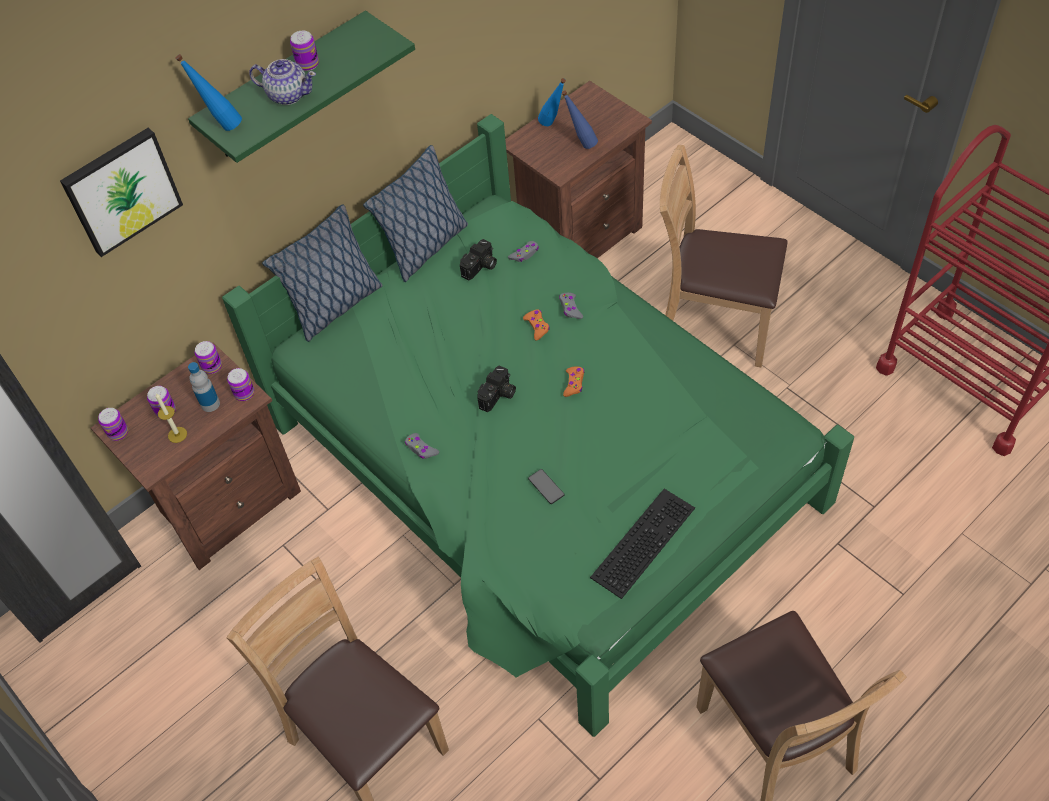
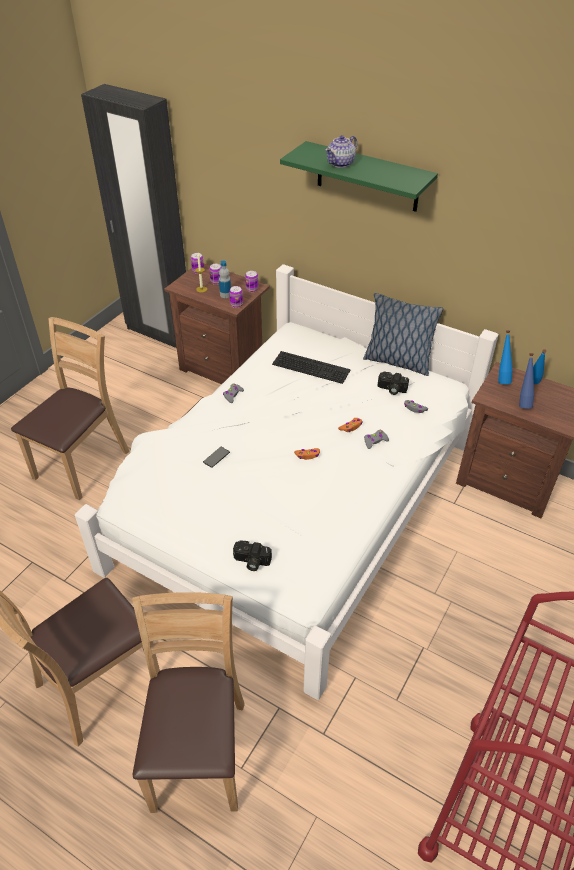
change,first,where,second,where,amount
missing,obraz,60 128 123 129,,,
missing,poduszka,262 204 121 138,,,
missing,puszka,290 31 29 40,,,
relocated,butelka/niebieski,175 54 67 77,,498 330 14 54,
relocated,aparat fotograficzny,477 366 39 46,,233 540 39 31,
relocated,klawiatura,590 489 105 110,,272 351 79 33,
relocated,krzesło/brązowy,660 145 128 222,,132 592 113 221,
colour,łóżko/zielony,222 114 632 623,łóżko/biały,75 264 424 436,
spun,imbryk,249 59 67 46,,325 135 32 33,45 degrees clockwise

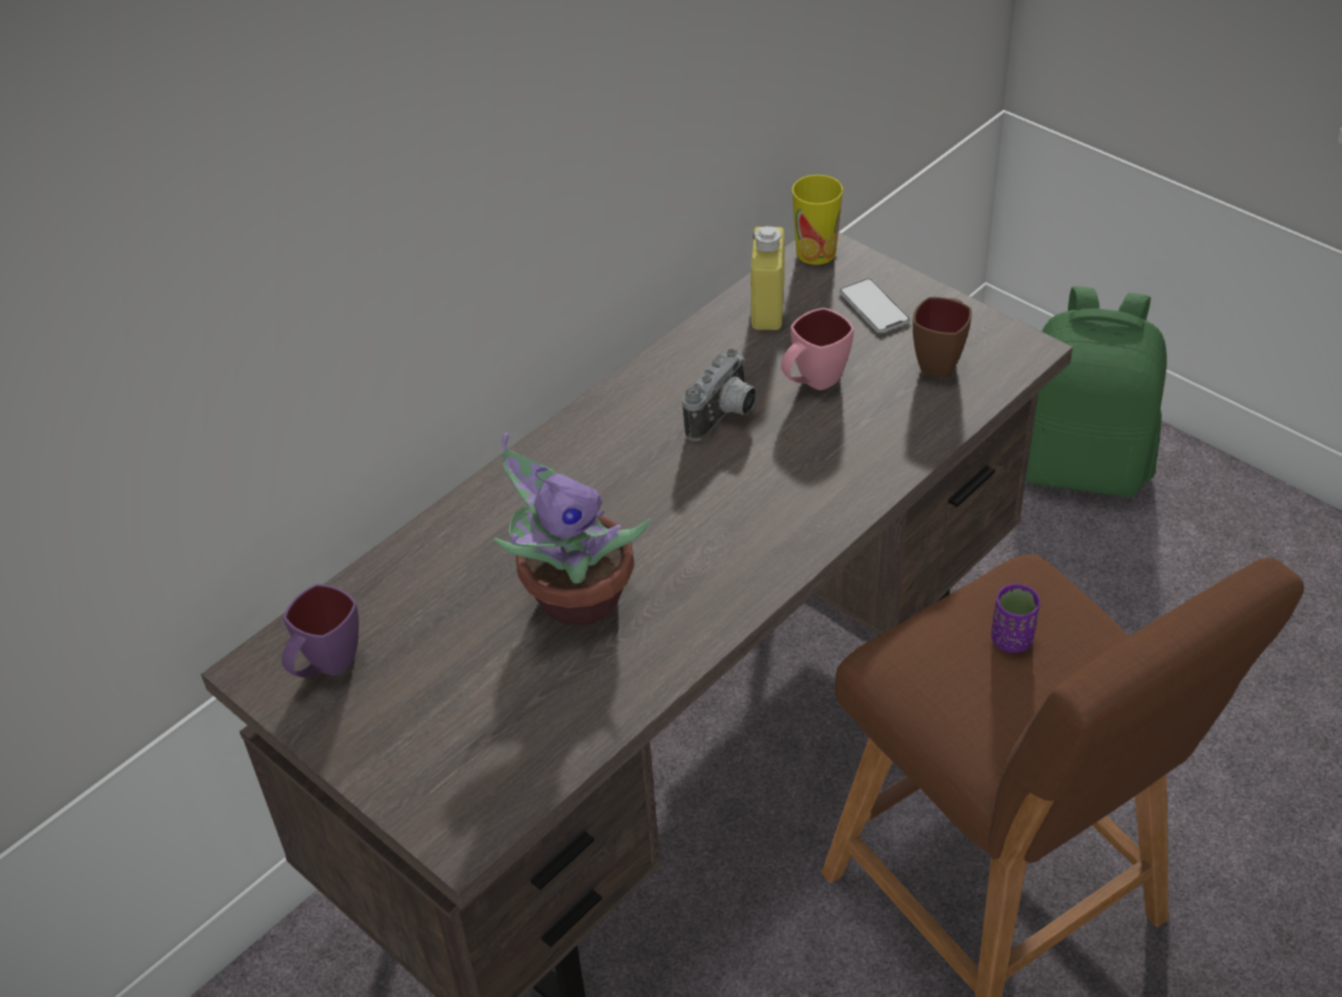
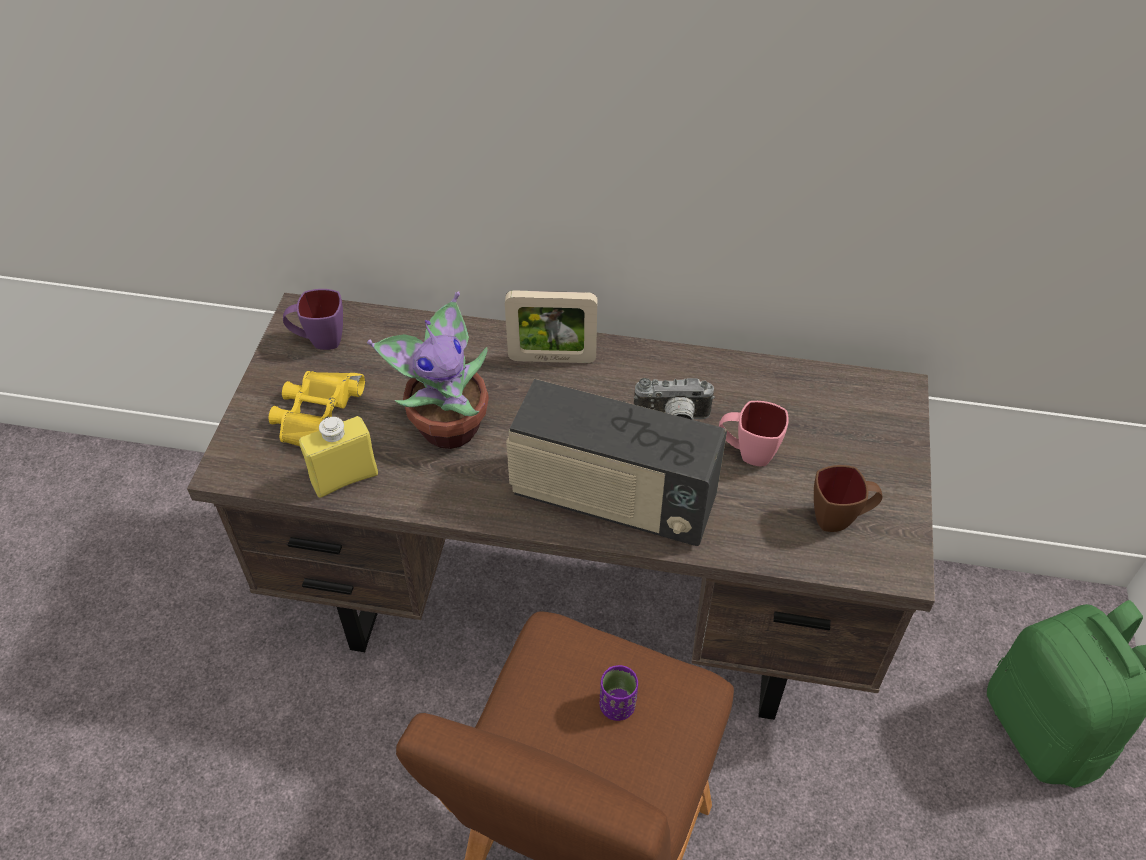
change,first,where,second,where,amount
missing,filiżanka,792 175 51 90,,,
missing,telefon,839 278 72 55,,,
appeared,,,lornetka/żółty,269 371 96 75,
appeared,,,ramka na zdjęcie,505 290 92 73,
appeared,,,radio,506 379 221 167,
relocated,butelka/żółty,751 226 34 104,,299 416 79 82,

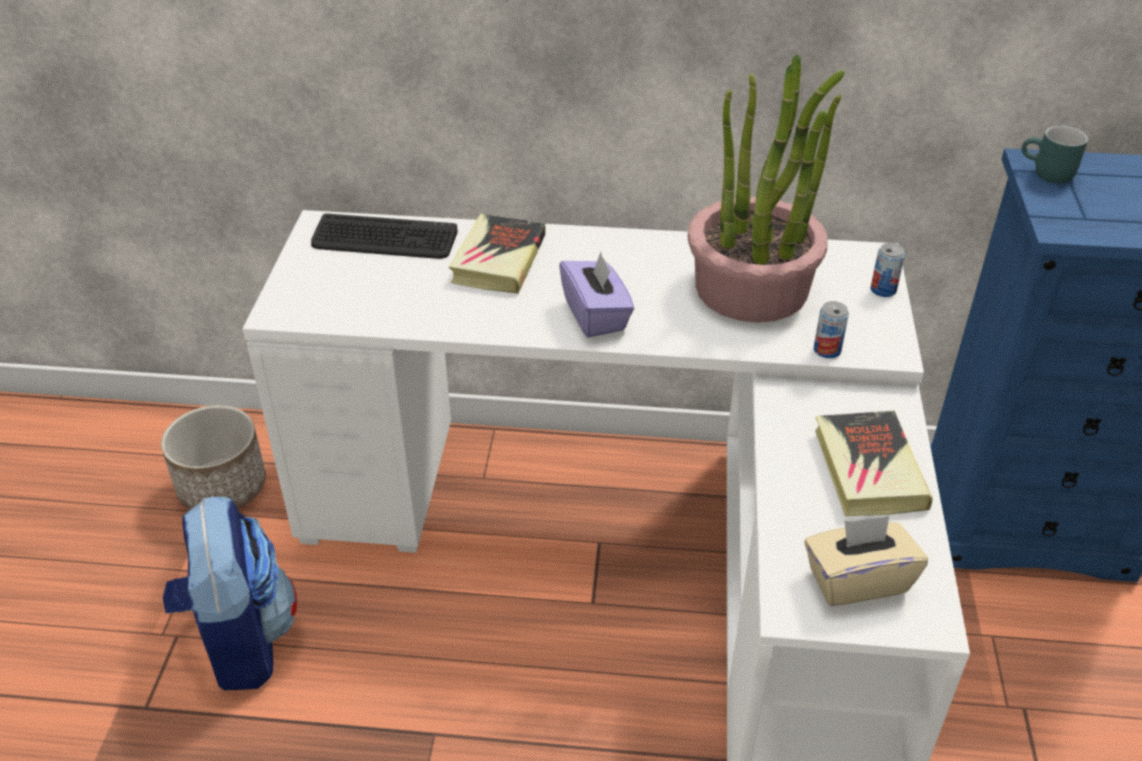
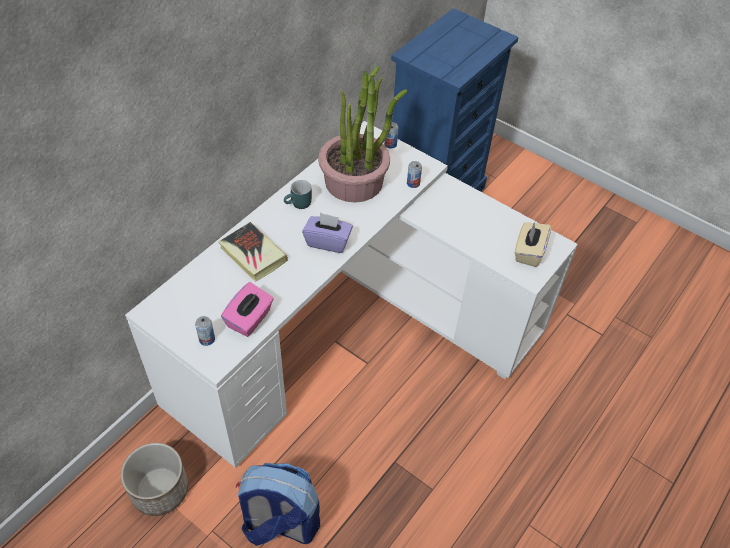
change,first,where,second,where,amount
missing,klawiatura,311 214 147 45,,,
missing,książka,815 411 118 105,,,
appeared,,,puszka,195 316 20 30,
appeared,,,pudełko chusteczek/różowy,221 282 53 55,
relocated,kubek/turkusowy,1022 126 66 58,,284 180 28 29,

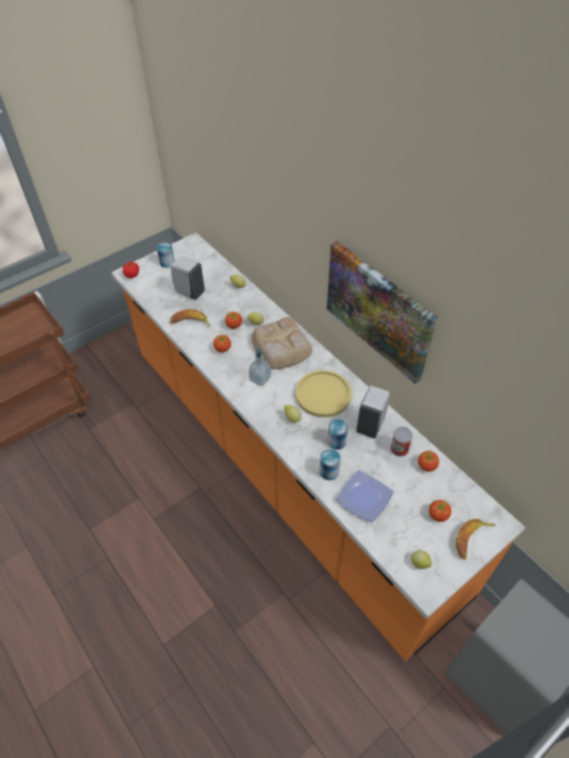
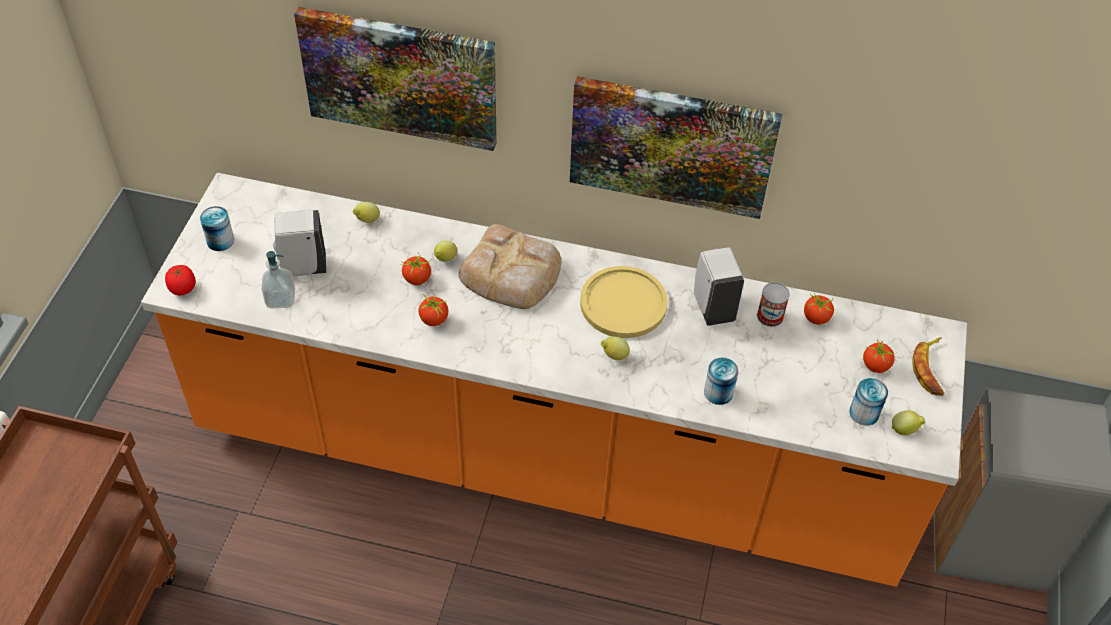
change,first,where,second,where,amount
missing,banan,170 309 41 18,,,
missing,talerz,336 470 57 52,,,
appeared,,,obraz,294 7 203 144,
relocated,dozownik mydła,248 349 23 37,,262 251 33 58,
relocated,puszka,327 419 21 31,,849 378 39 48,

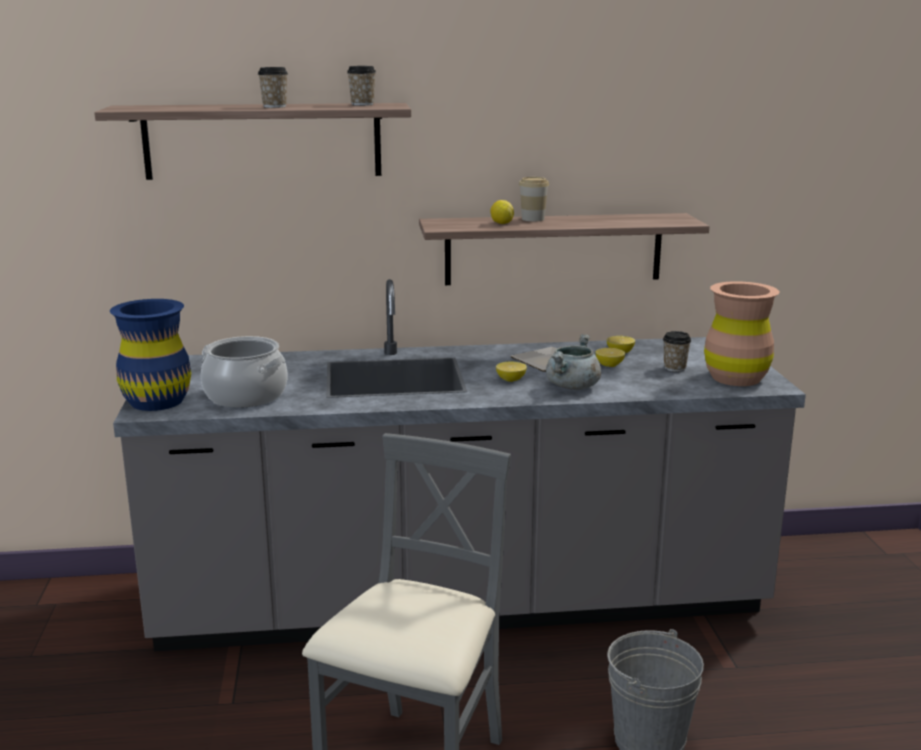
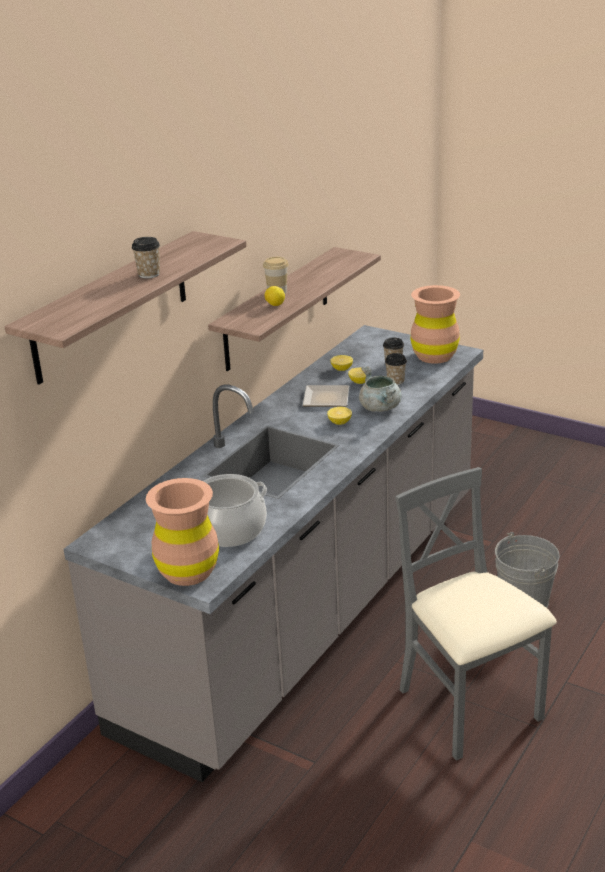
change,first,where,second,where,amount
relocated,filiżanka,347 66 29 40,,385 353 22 32,
colour,wazon/niebieski,110 299 81 112,wazon/brązowy,146 478 73 108,

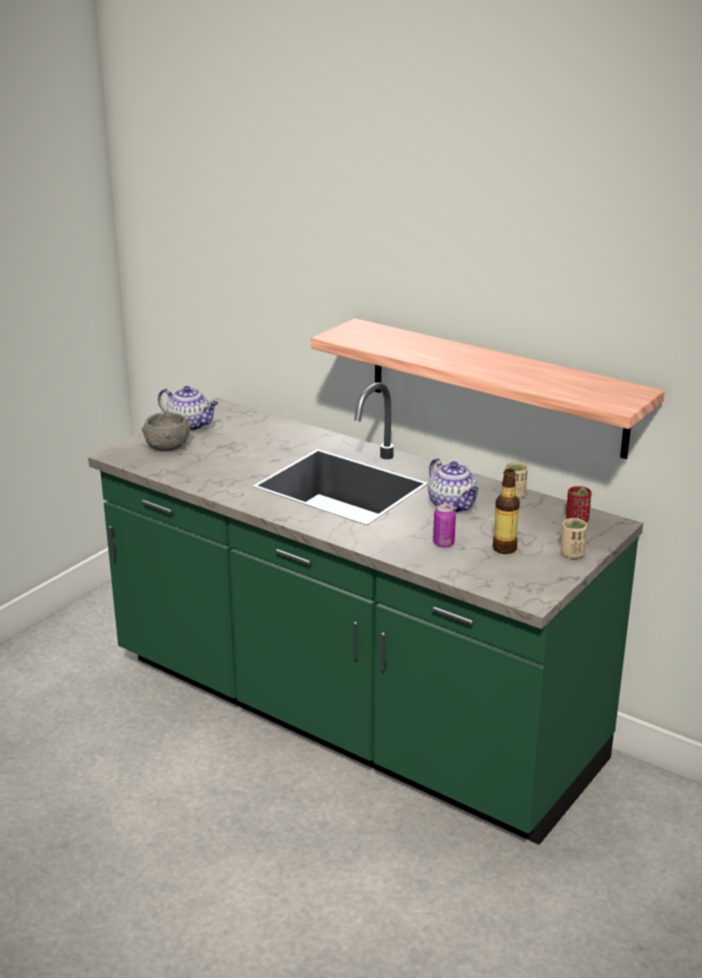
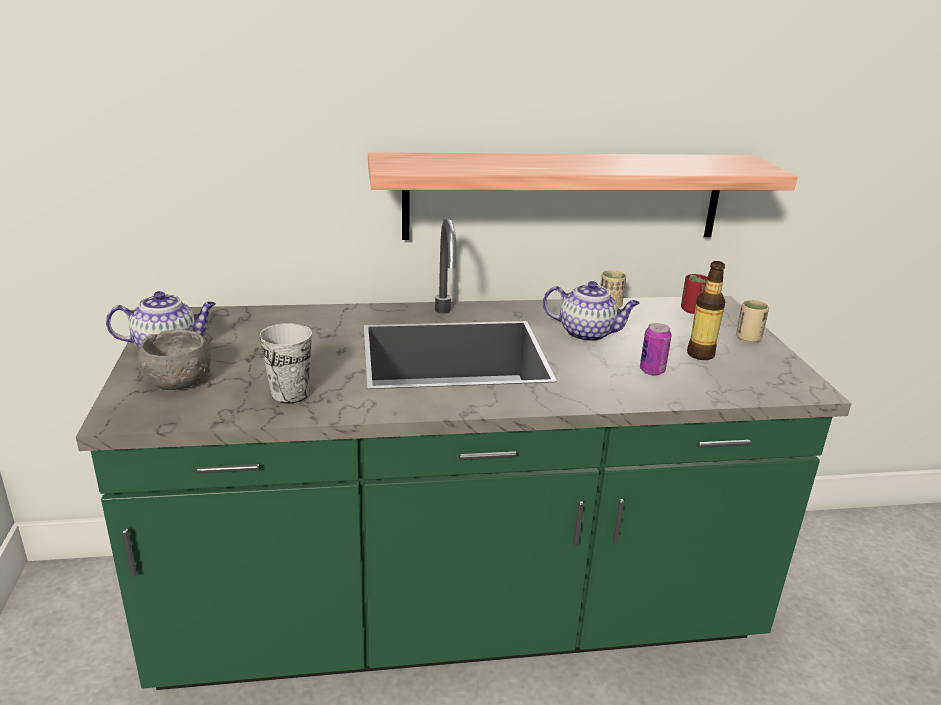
change,first,where,second,where,amount
appeared,,,filiżanka,259 323 53 81,

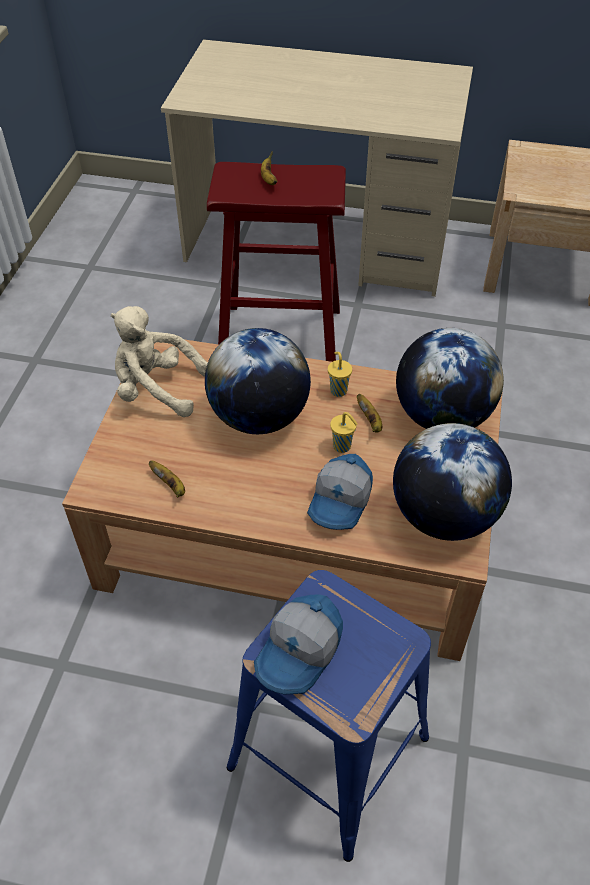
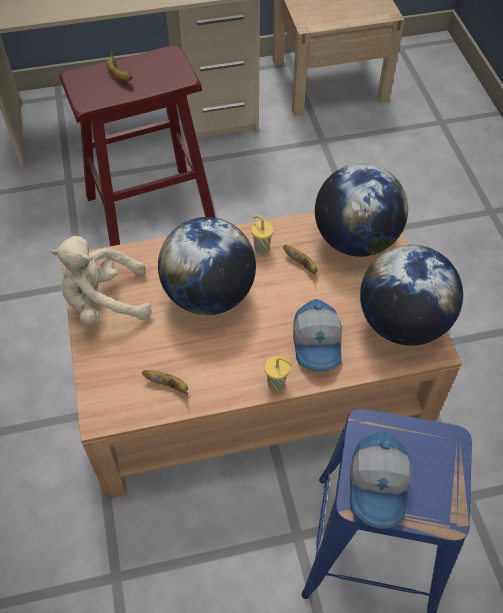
change,first,where,second,where,amount
relocated,filiżanka/żółty,330 412 28 41,,265 356 28 35,

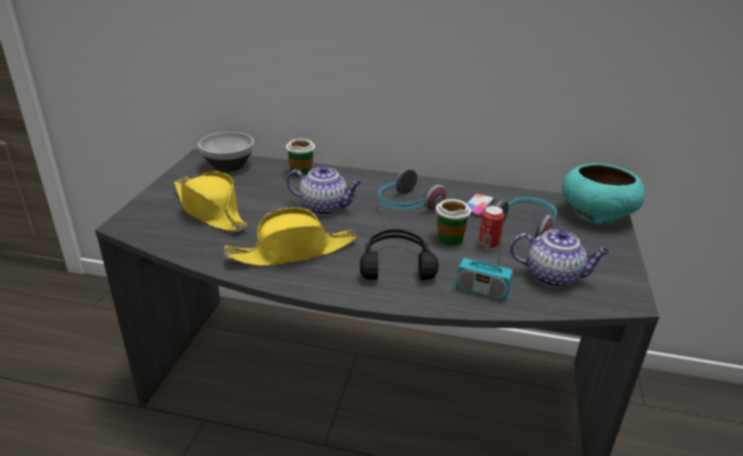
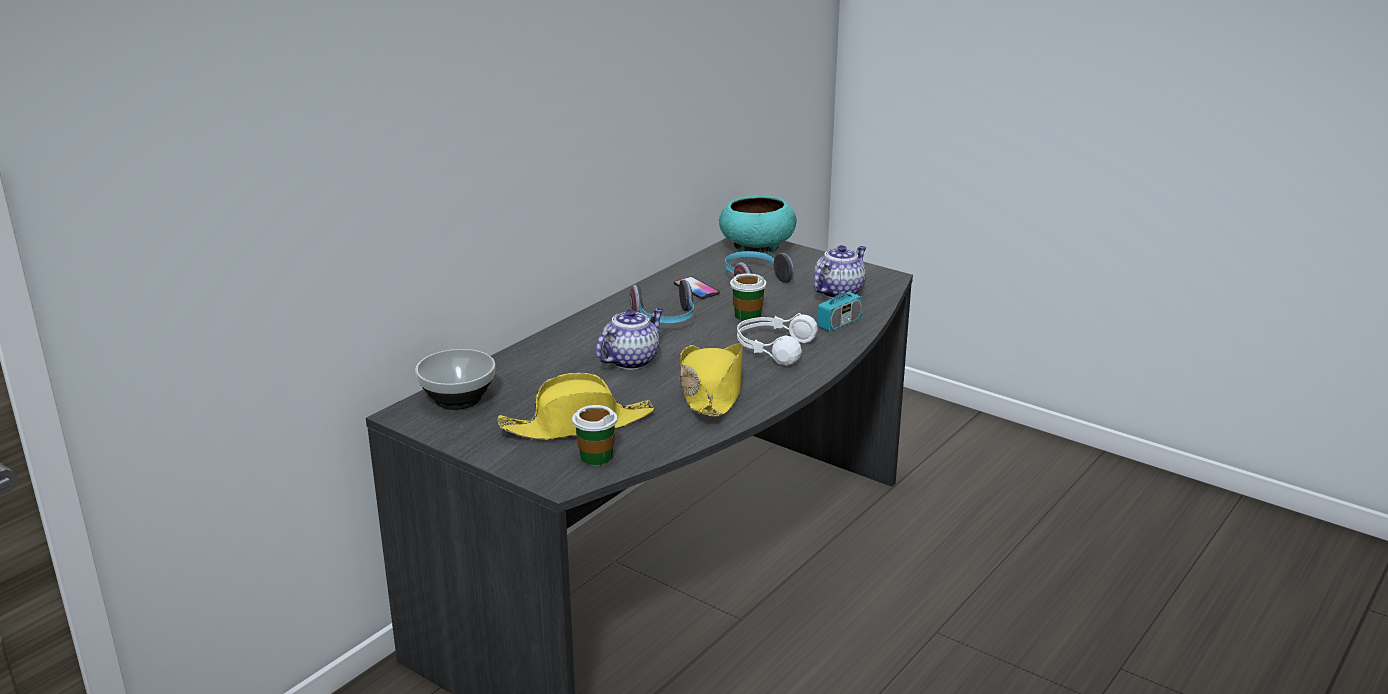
change,first,where,second,where,amount
missing,puszka,478 206 26 43,,,
relocated,filiżanka,286 139 29 38,,572 405 45 60,
colour,słuchawki/czarny,360 229 78 51,słuchawki/biały,737 313 81 52,

